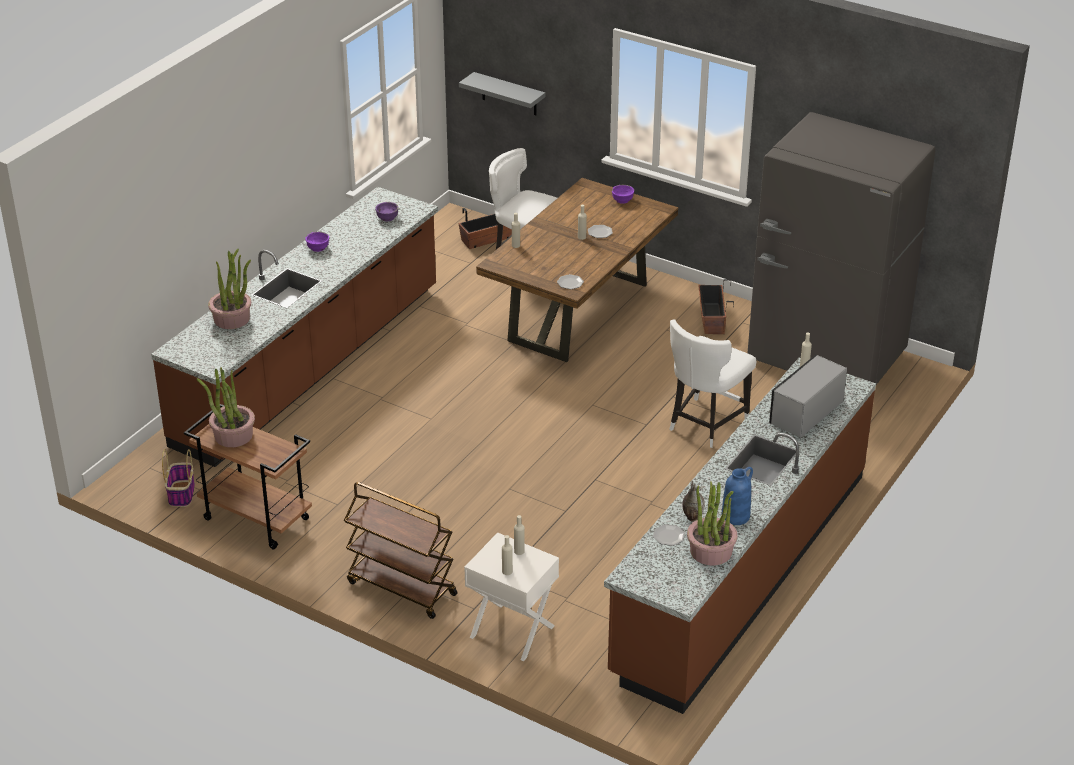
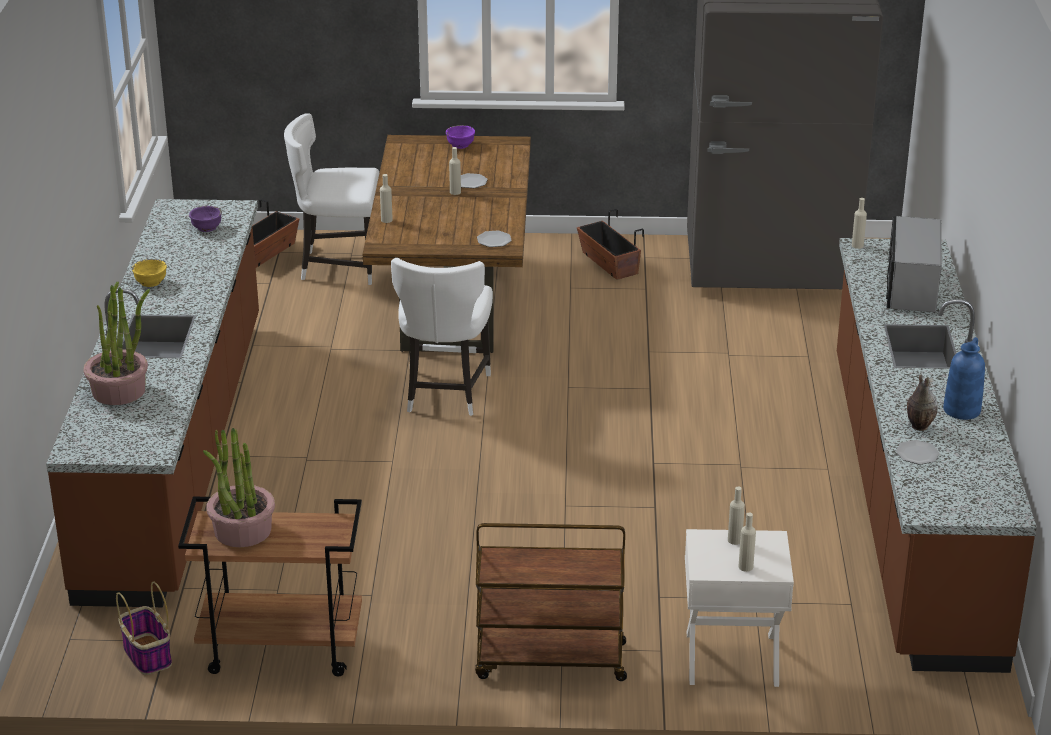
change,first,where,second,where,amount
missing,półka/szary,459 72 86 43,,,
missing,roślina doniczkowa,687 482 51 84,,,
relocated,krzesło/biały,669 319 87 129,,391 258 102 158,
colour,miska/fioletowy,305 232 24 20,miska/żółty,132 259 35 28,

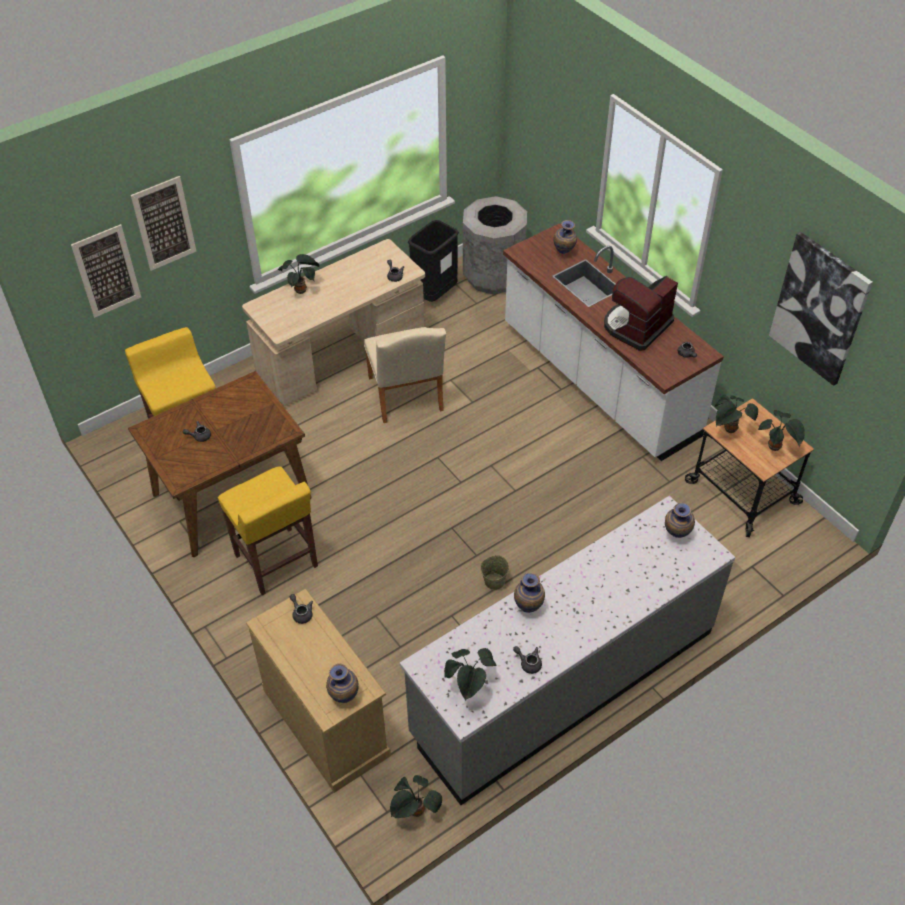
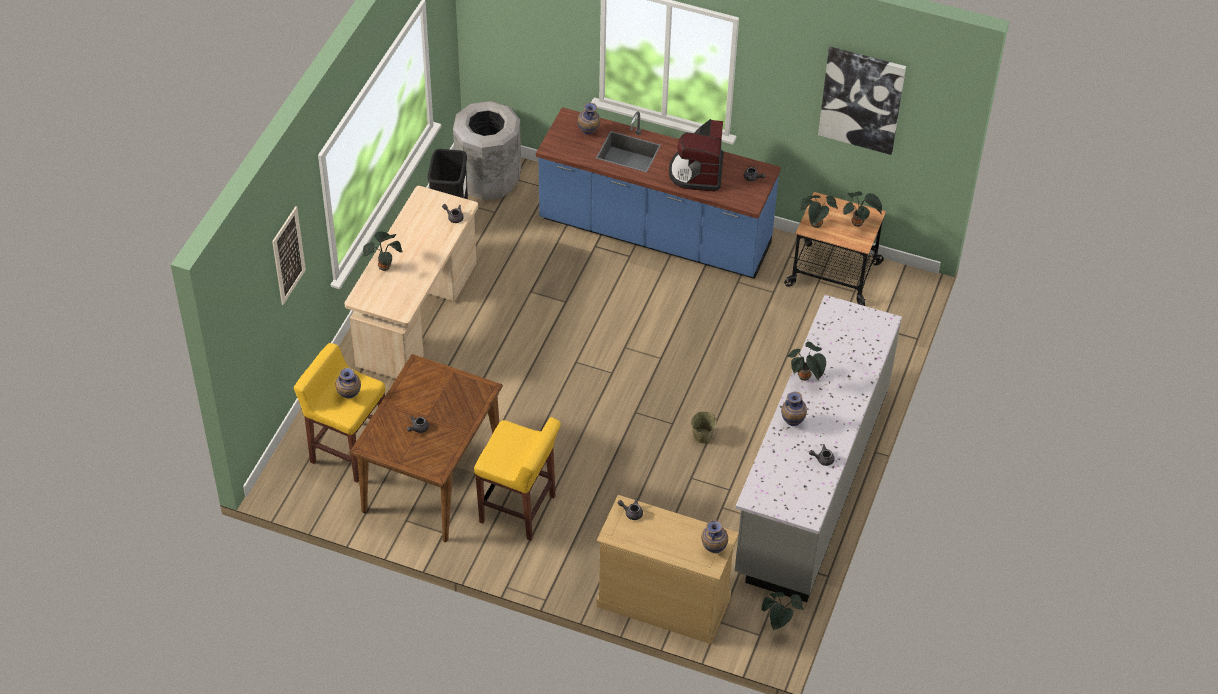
change,first,where,second,where,amount
missing,obraz,71 224 70 94,,,
missing,krzesło/beżowy,364 327 82 96,,,
relocated,roślina doniczkowa,444 648 52 53,,787 342 39 39,
relocated,wazon,665 502 30 36,,336 367 25 31,
colour,zabudowa kuchenna/biały,503 223 221 238,zabudowa kuchenna/niebieski,536 107 245 172,

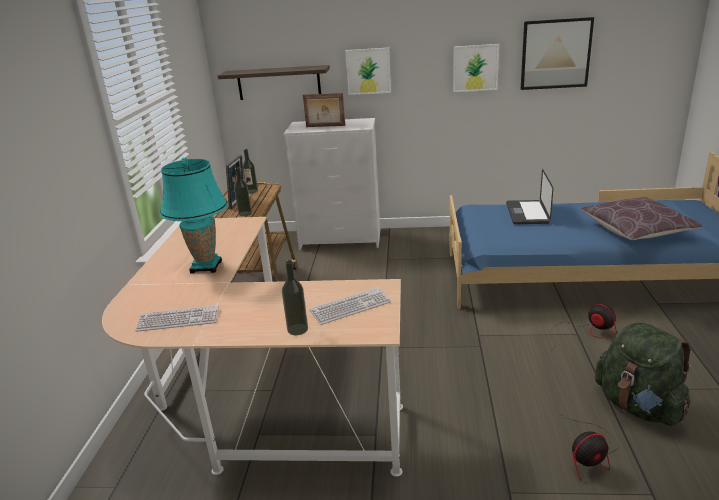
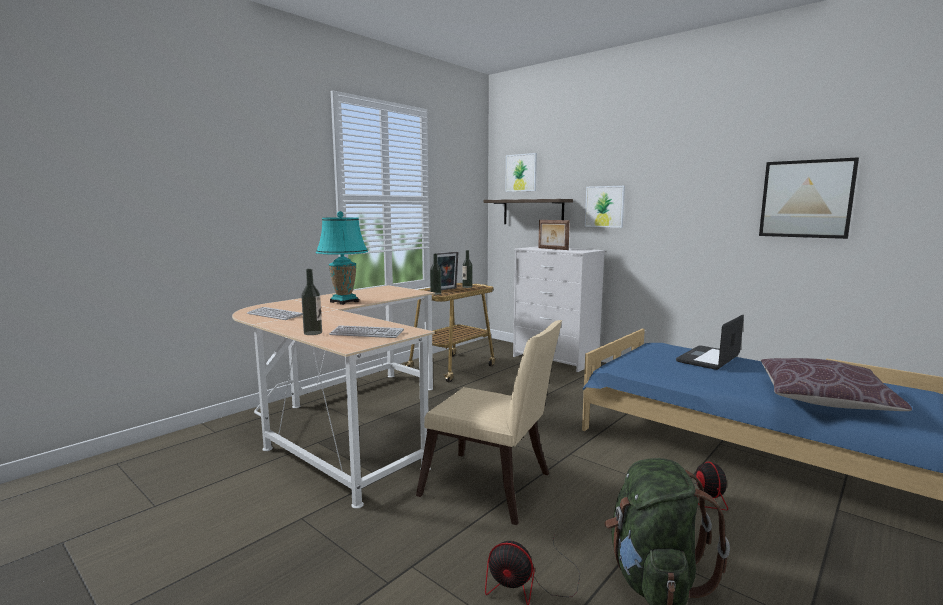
change,first,where,second,where,amount
appeared,,,krzesło/beżowy,416 320 146 205,
relocated,obraz,453 44 46 48,,505 153 32 39,

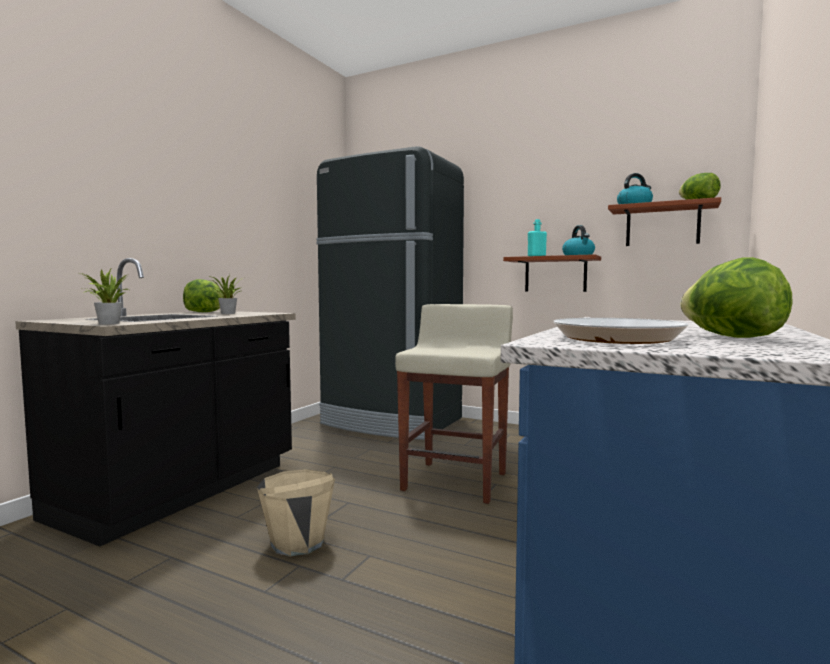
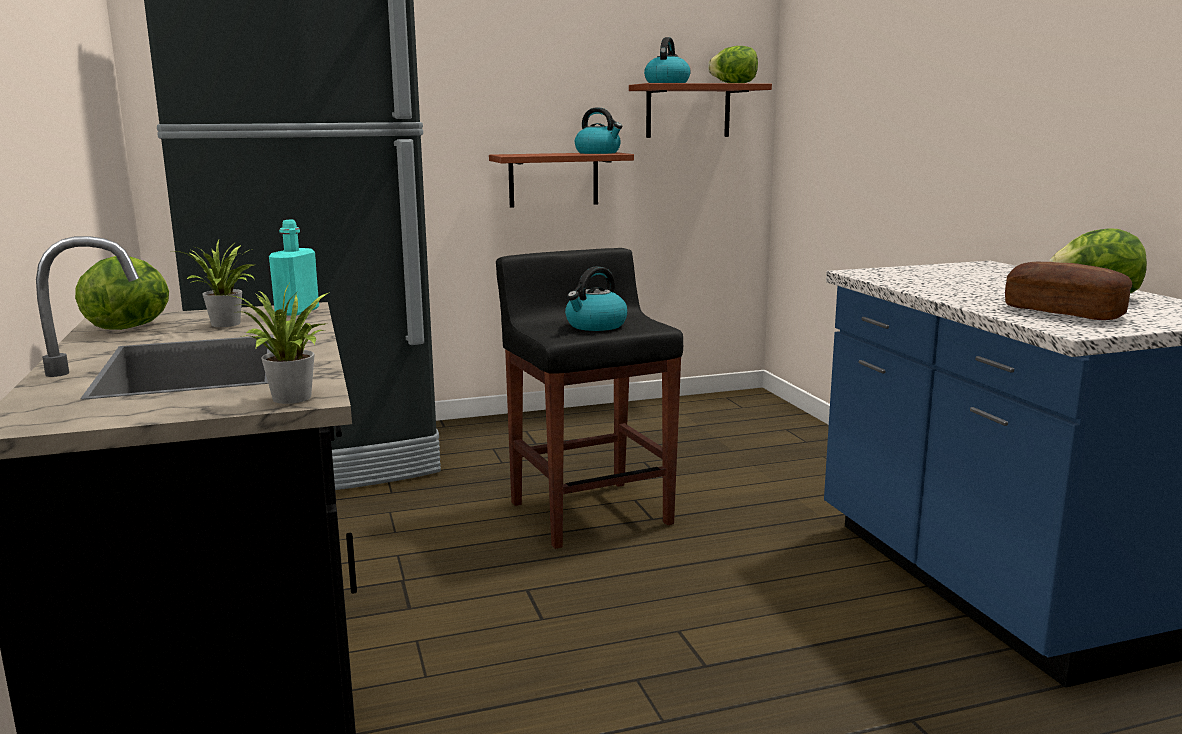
change,first,where,second,where,amount
missing,wiadro/beżowy,257 469 78 87,,,
appeared,,,czajnik,565 266 63 65,
relocated,butelka/turkusowy,528 219 19 37,,269 220 50 96,
exchanged,patelnia,553 317 135 27,chleb,1005 262 127 58,
colour,stołek/beżowy,395 304 118 200,stołek/czarny,496 248 187 301,

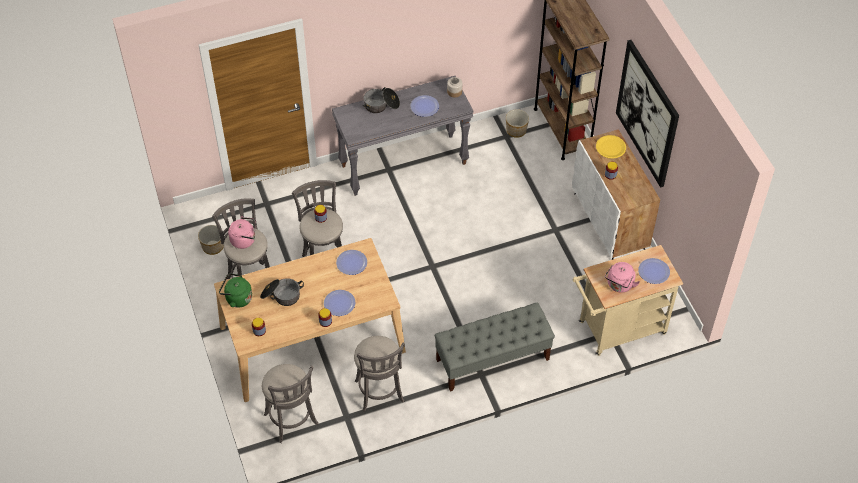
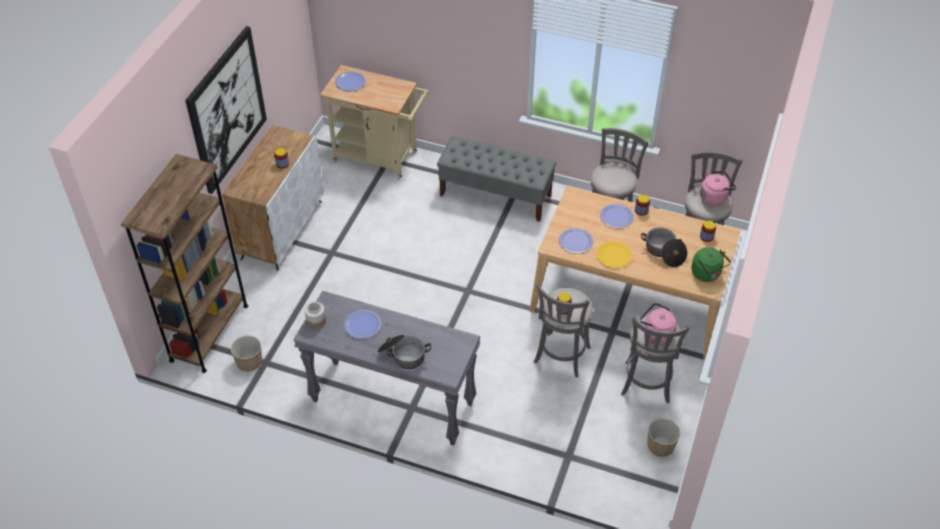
change,first,where,second,where,amount
relocated,talerz/żółty,596 135 30 24,,596 241 36 27,
relocated,czajnik/różowy,605 262 35 31,,700 171 36 35,

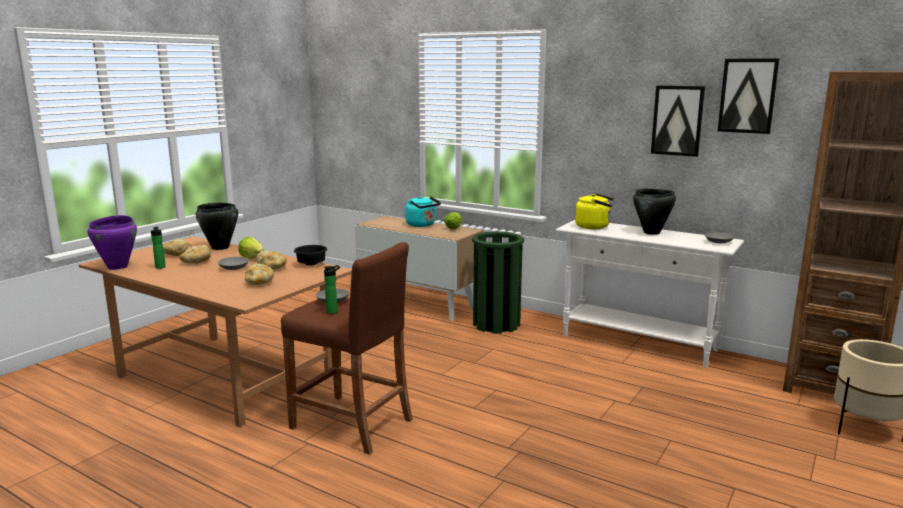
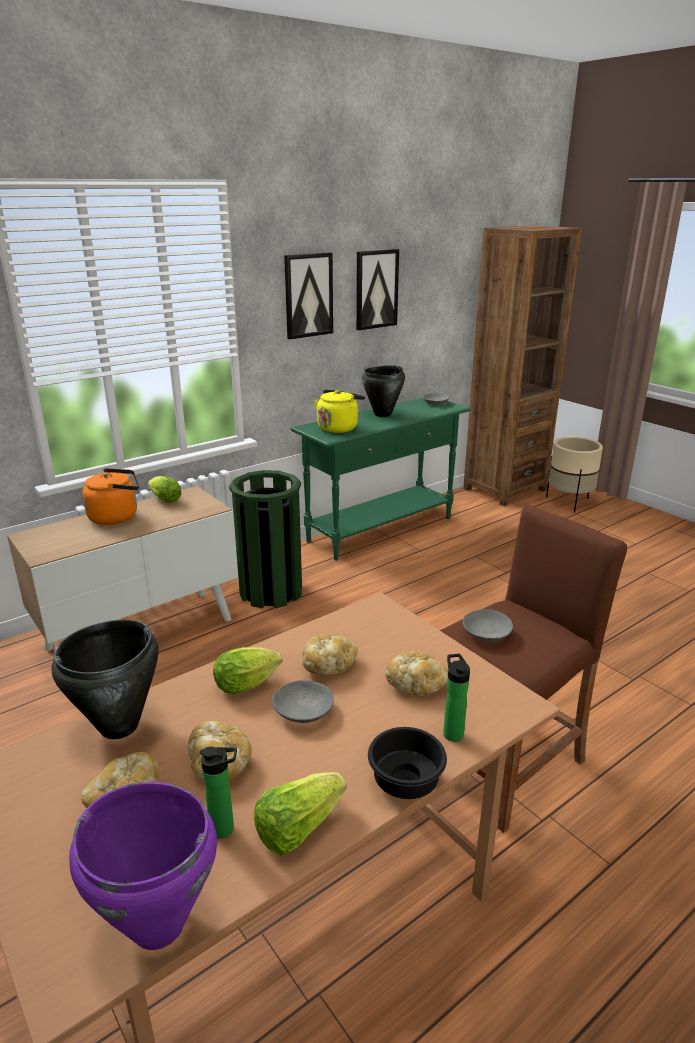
change,first,where,second,where,amount
appeared,,,sałata,254 772 93 84,
relocated,miska/czarny,294 245 33 20,,368 727 79 72,
relocated,butelka,324 265 16 49,,443 654 27 88,
relocated,obraz,718 58 62 76,,284 252 49 87,
colour,czajnik/turkusowy,405 196 36 31,czajnik/pomarańczowy,82 468 57 57,
colour,stolik konsolowy/biały,556 220 188 148,stolik konsolowy/zielony,291 398 180 162,

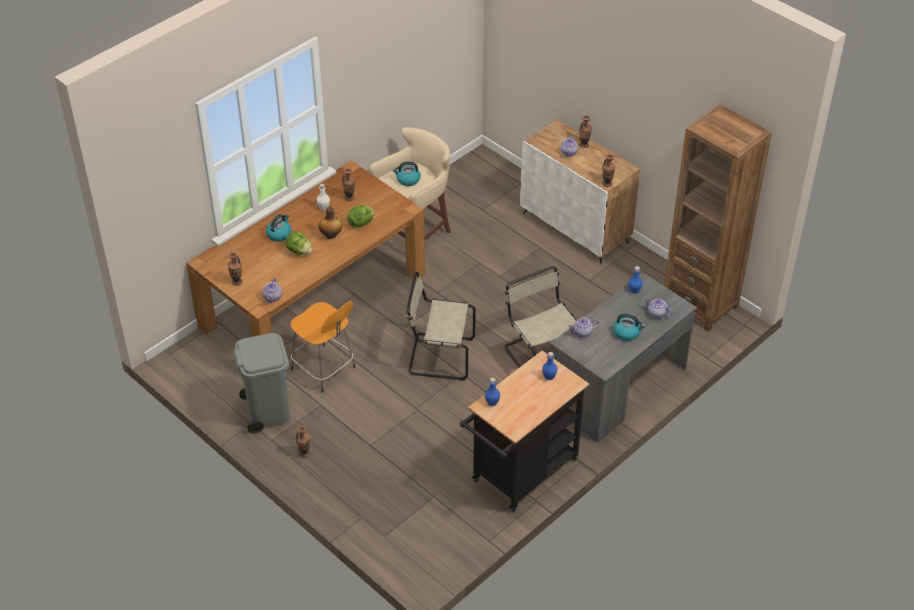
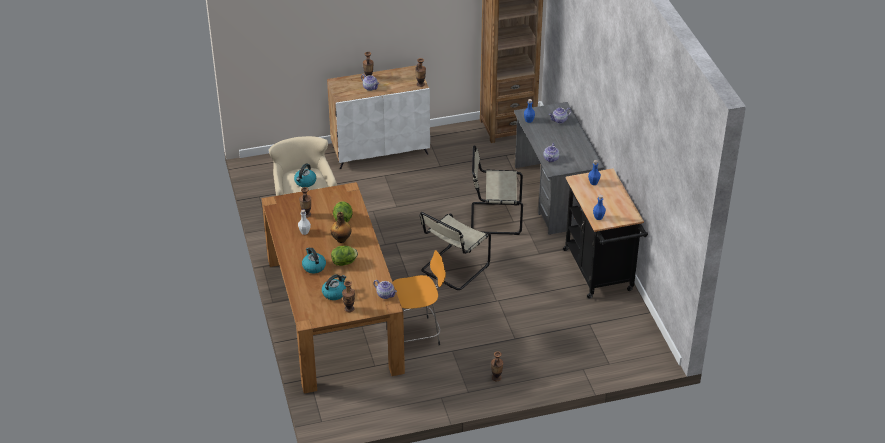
change,first,where,second,where,amount
missing,kosz na śmieci/szary,234 333 56 100,,,
relocated,czajnik,613 314 32 27,,322 274 24 26,

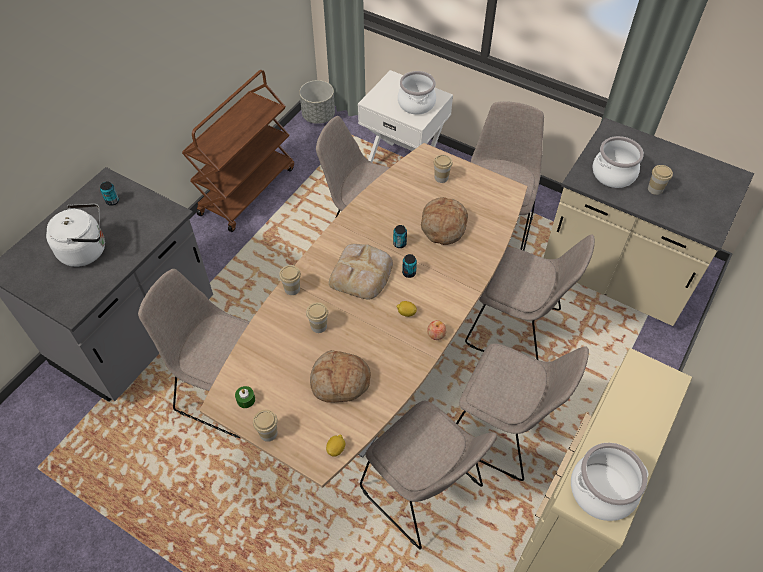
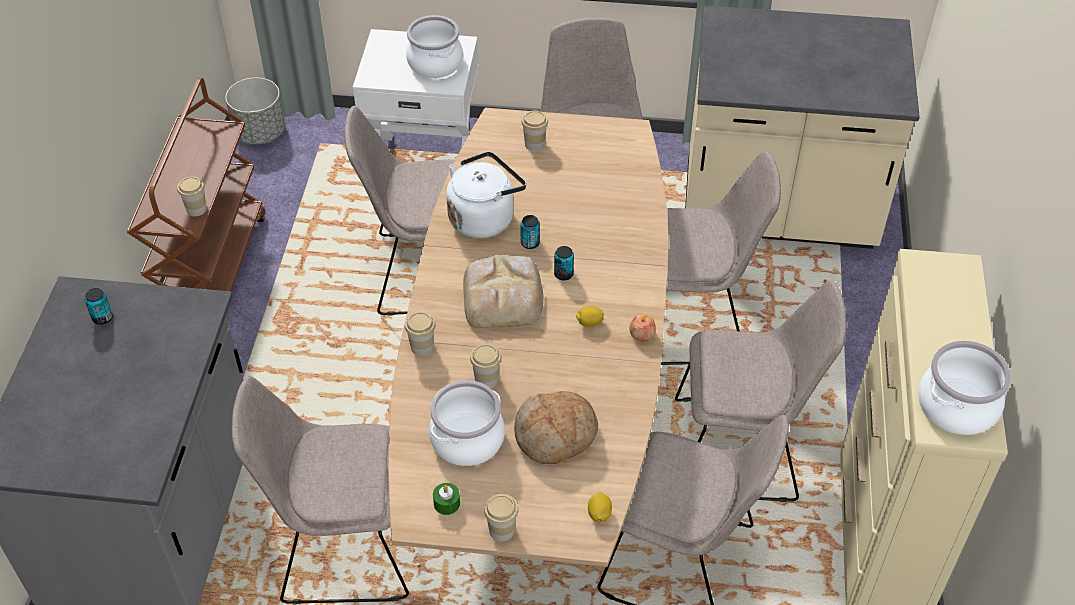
change,first,where,second,where,amount
missing,chleb,421 197 47 48,,,
relocated,czajnik/biały,46 204 59 63,,446 151 80 87,
relocated,garnek,593 136 51 52,,429 380 76 86,
relocated,filiżanka,648 165 25 30,,177 177 30 39,

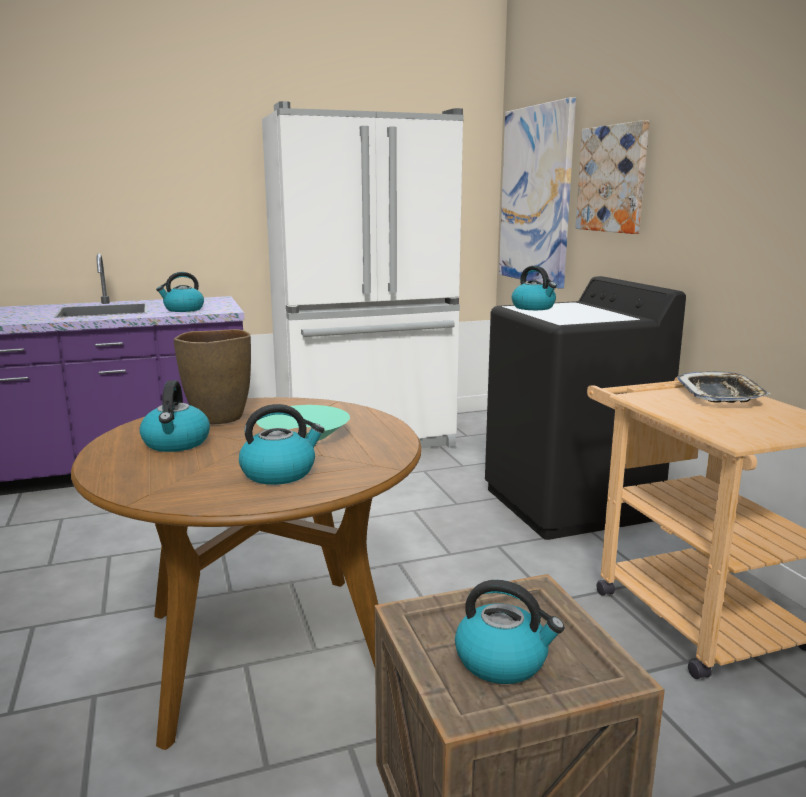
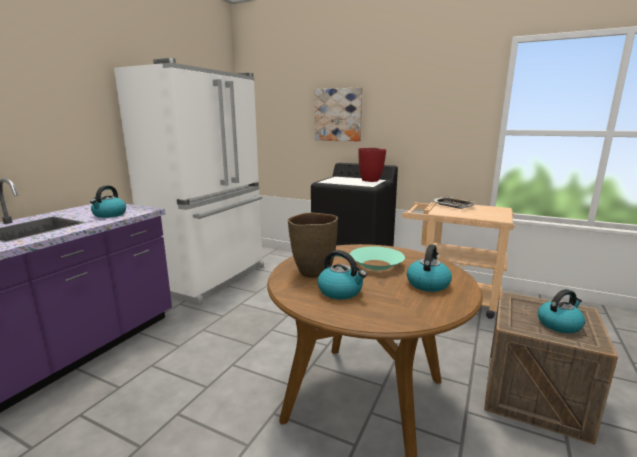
change,first,where,second,where,amount
missing,obraz,499 97 77 191,,,
missing,czajnik,512 266 45 44,,,
appeared,,,wazon/czerwony,359 148 27 34,

